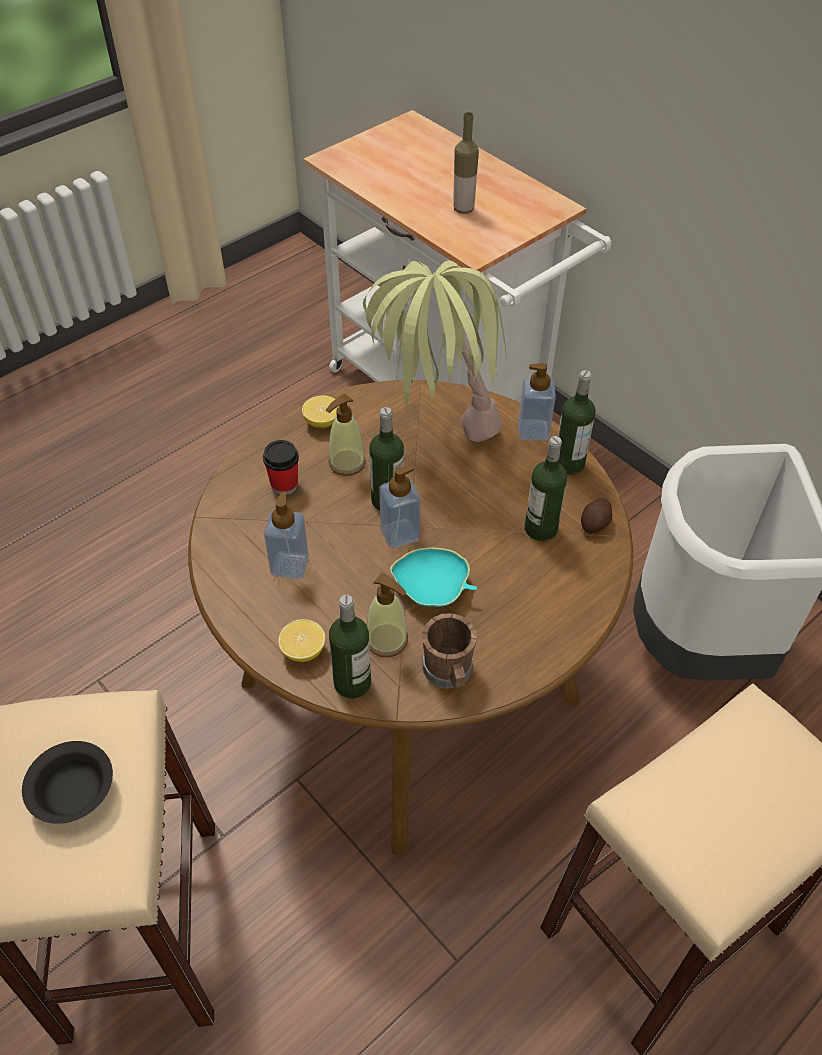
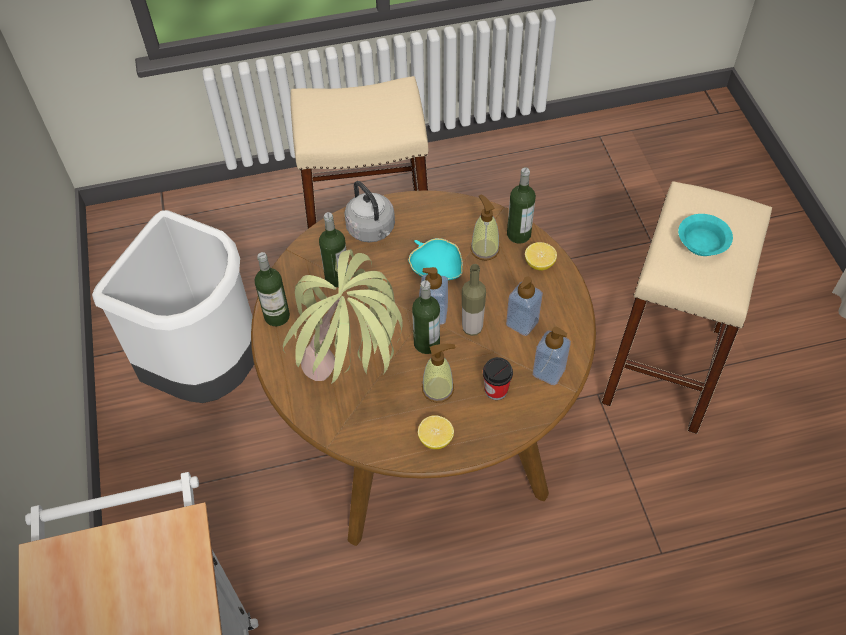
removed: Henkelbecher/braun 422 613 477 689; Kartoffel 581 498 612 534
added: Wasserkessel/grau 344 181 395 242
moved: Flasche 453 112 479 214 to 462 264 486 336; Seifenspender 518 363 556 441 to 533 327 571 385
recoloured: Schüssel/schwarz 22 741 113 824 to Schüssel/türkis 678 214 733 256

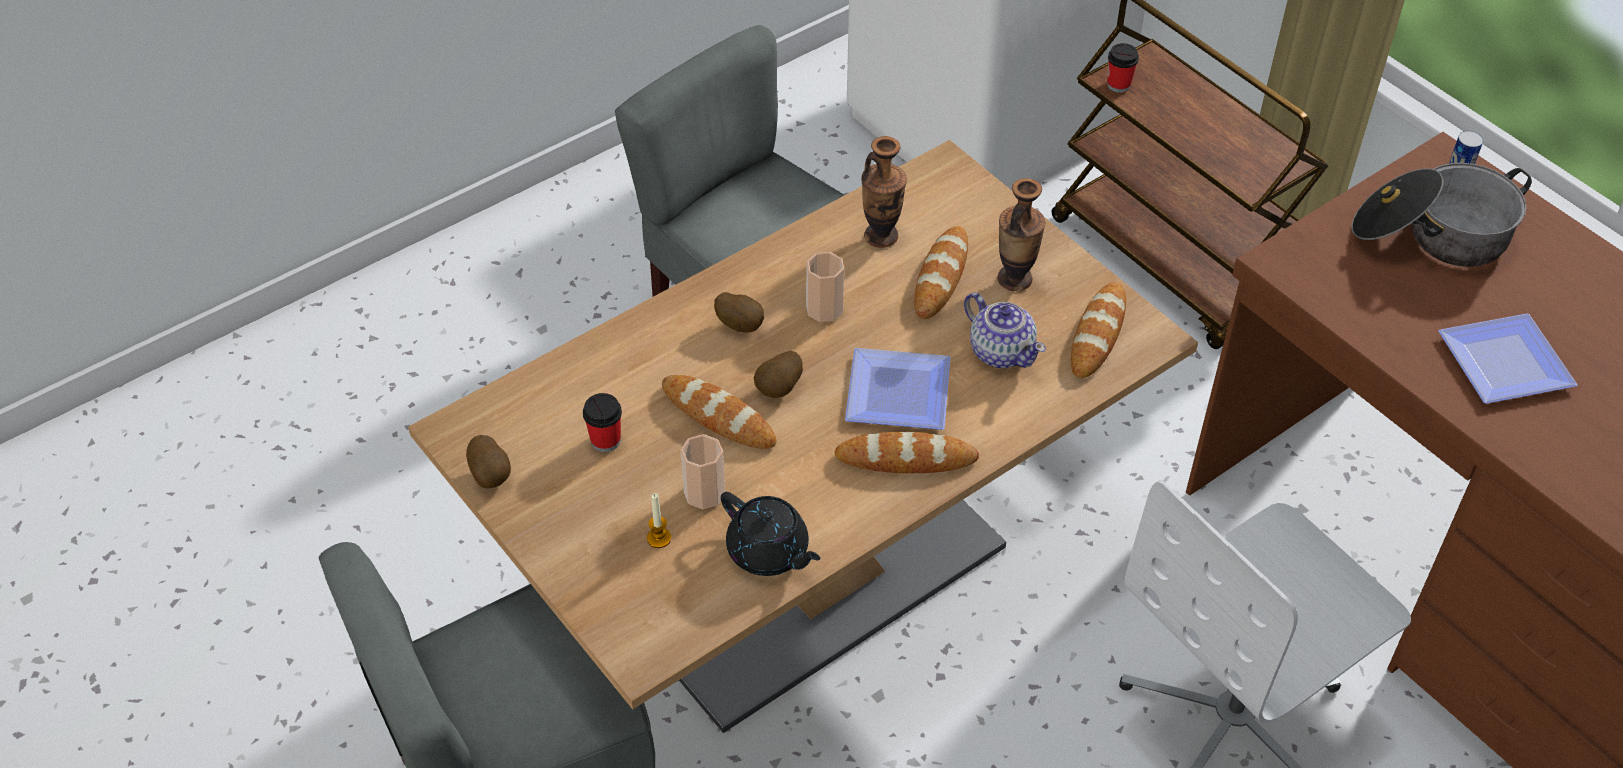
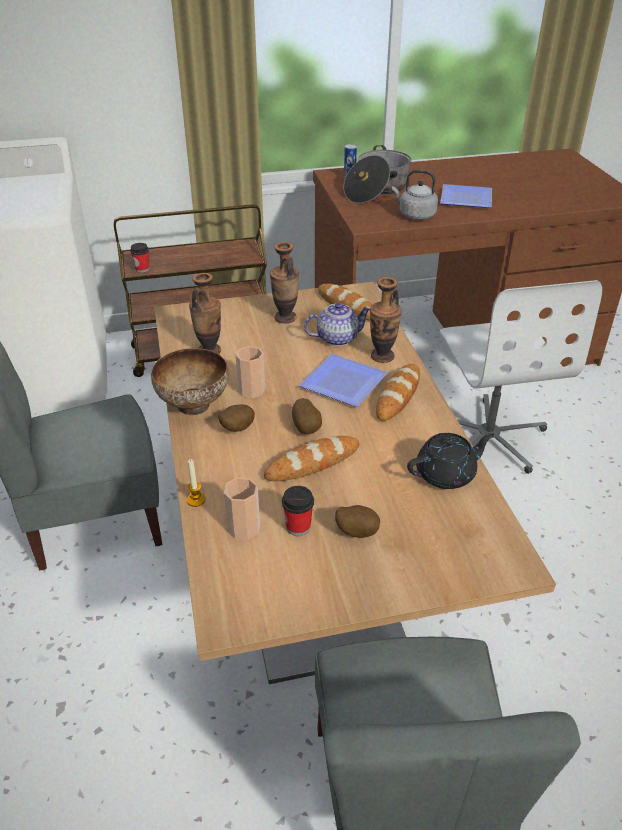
removed: Brot 914 226 968 319
added: Schüssel 151 348 229 415; Vase 370 277 402 363; Wasserkessel/grau 392 170 438 220
moved: Kartoffel 466 435 511 489 to 335 505 380 538; Kerze 647 493 671 548 to 187 459 205 507; Tasse 681 434 725 509 to 223 477 260 540

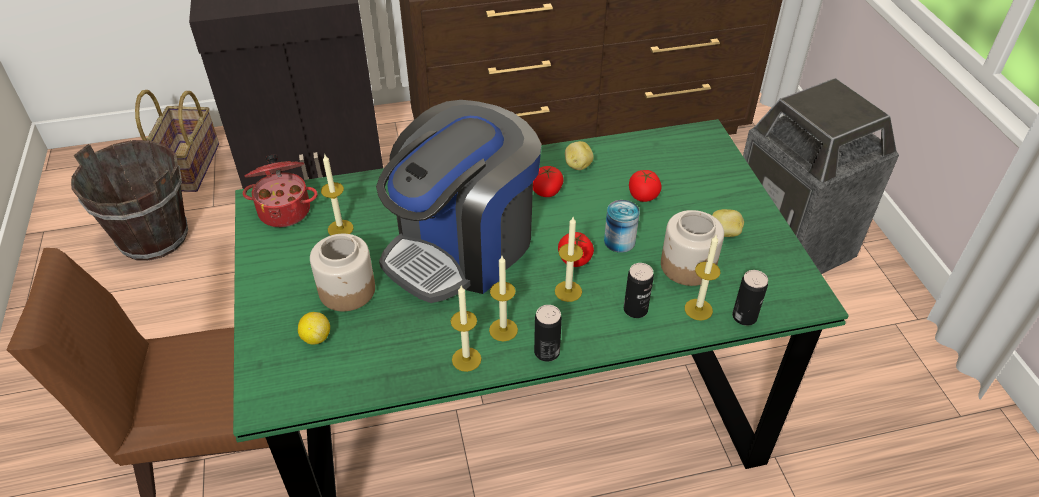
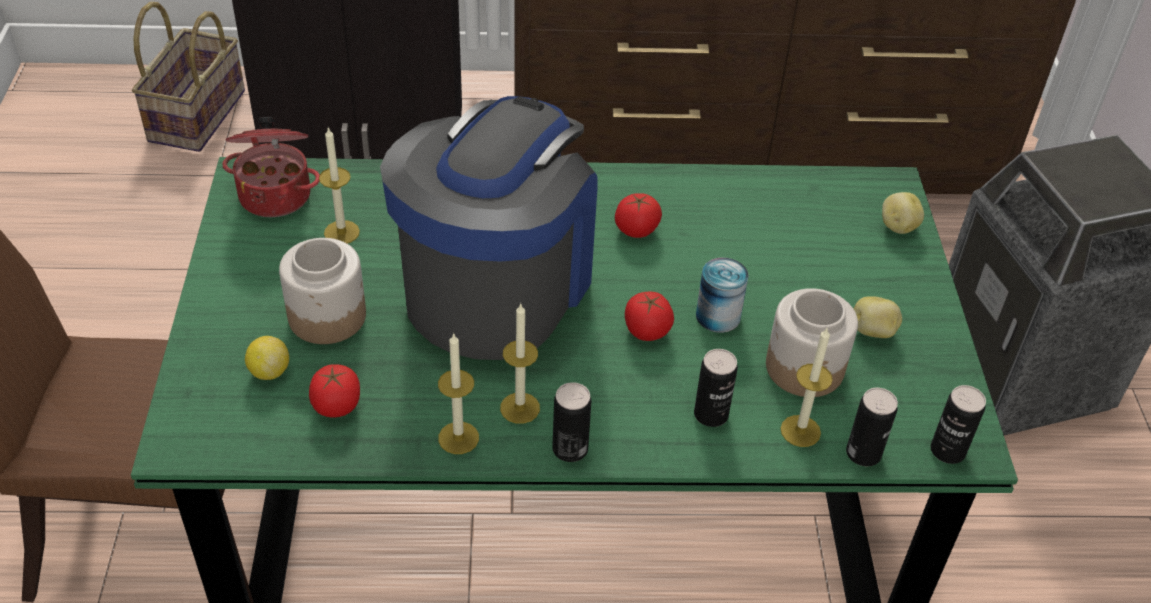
removed: Eimer/braun 71 140 188 261; Kerze 555 217 583 302
added: Dose 931 385 986 464
moved: Kartoffel 565 141 594 170 to 882 192 924 234; Tomate 629 170 662 202 to 309 364 360 417
turned: Kaffeemaschine 376 100 541 303 = 380 96 598 360 150 degrees clockwise

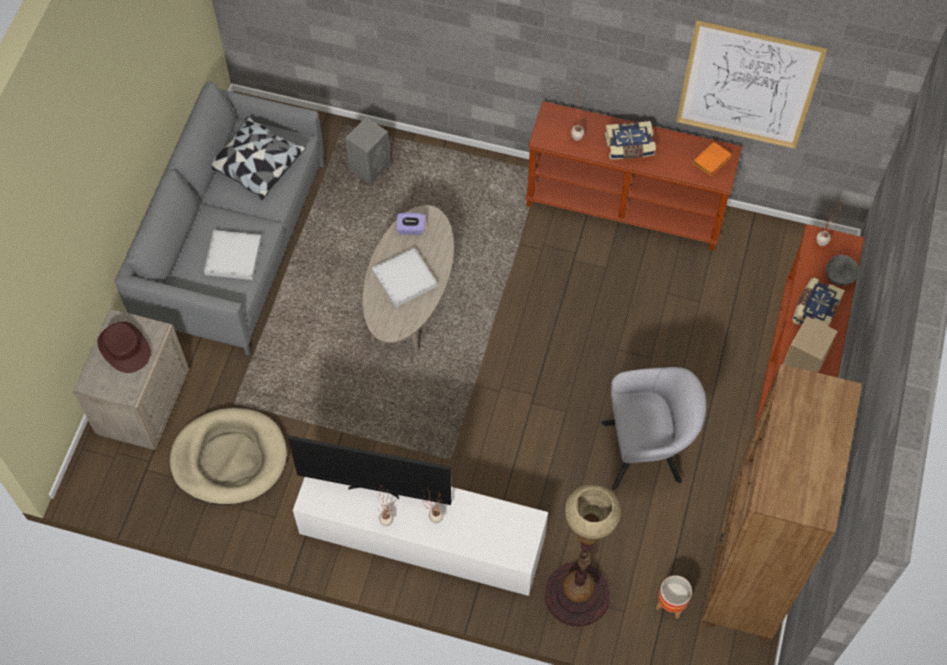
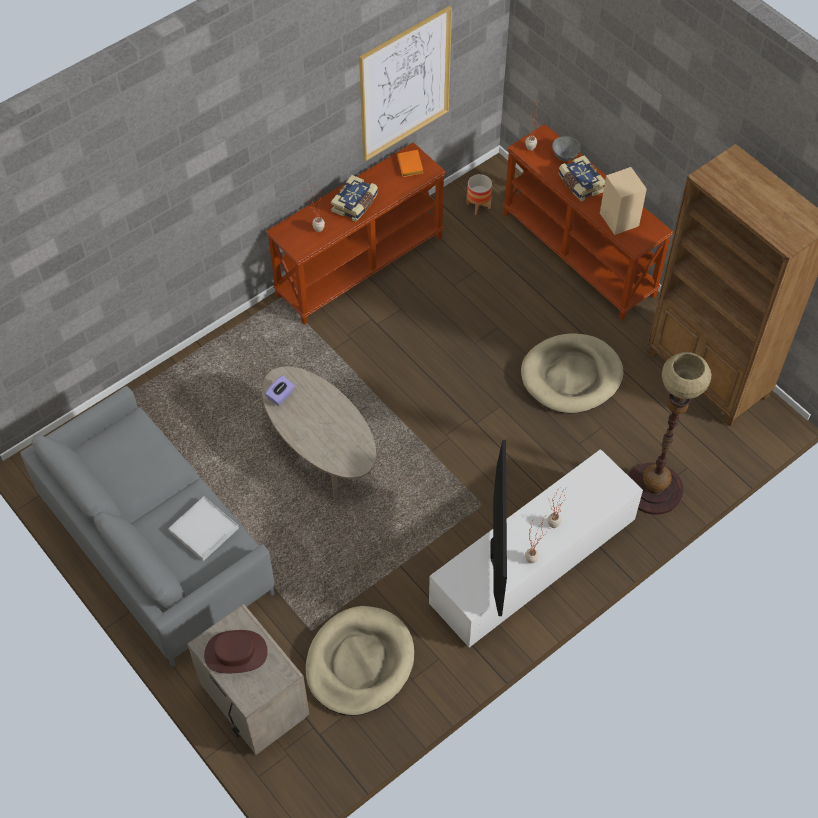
removed: Kissen 212 117 306 200; Lautsprecher/grau 345 117 391 184; Tablett/weiß 372 247 437 308
moved: Pflanzkübel 656 575 692 619 to 466 174 492 215
replaced: Sessel/grau 601 367 706 490 to Hundebett/beige 521 333 624 413
turned: Fernseher 288 435 451 505 = 490 440 507 616 45 degrees counterclockwise

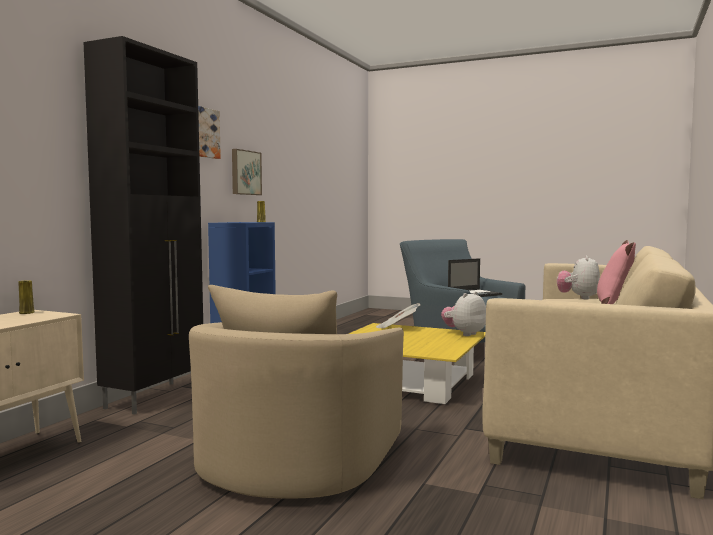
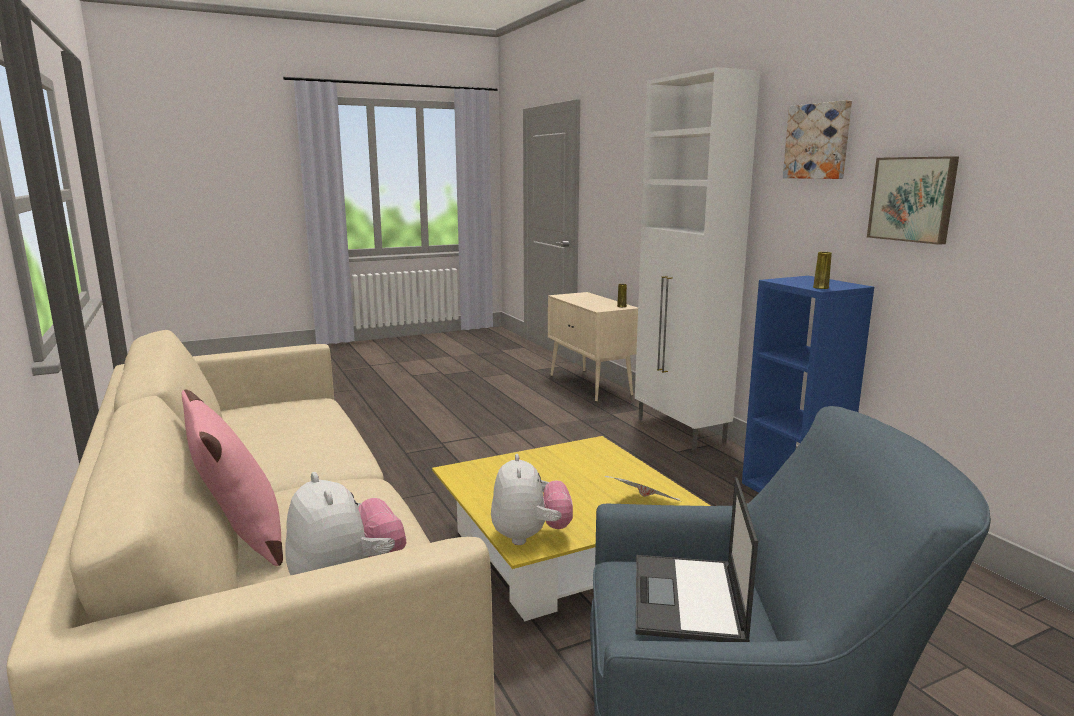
removed: Sessel/beige 189 285 404 498
recoloured: Schrank/schwarz 83 36 203 415 to Schrank/weiß 635 67 760 450

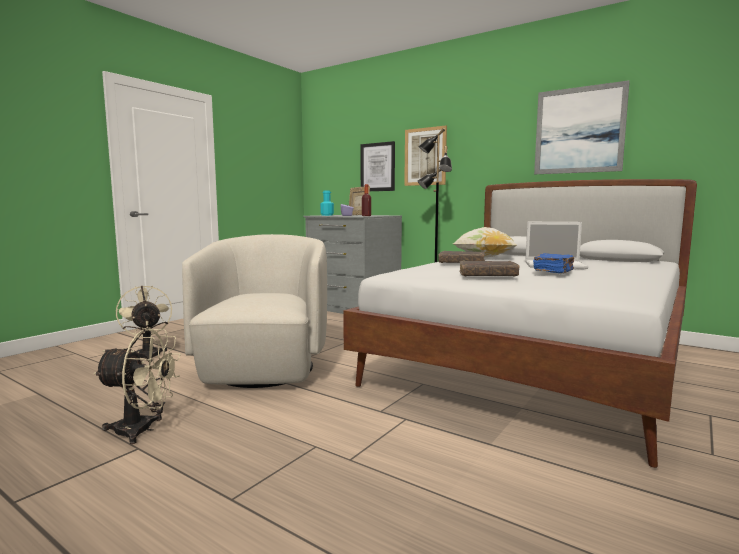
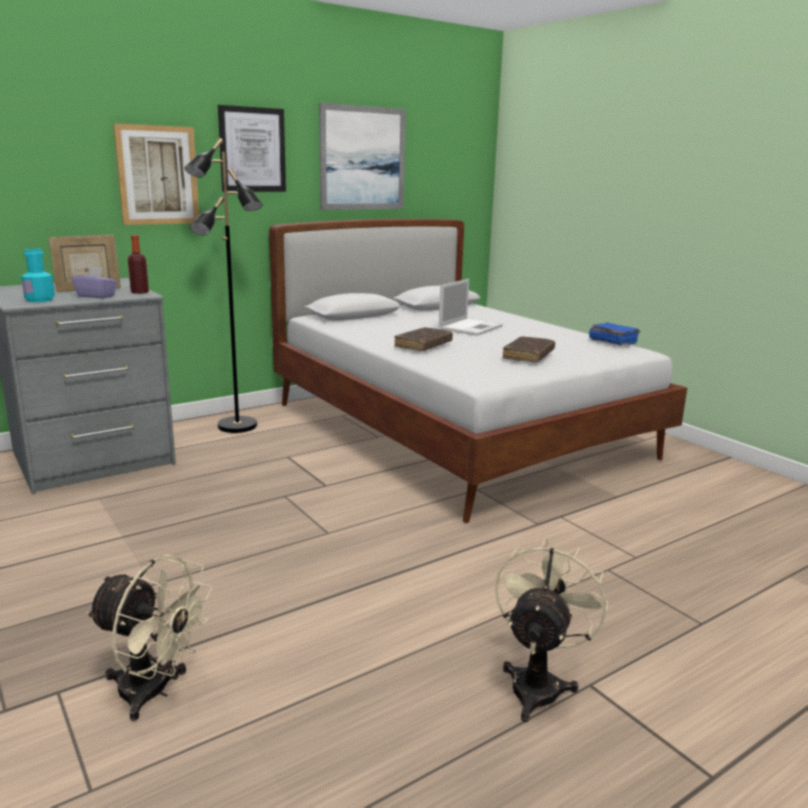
removed: Sessel/beige 182 234 327 388; Kissen 453 227 517 257
moved: Bild 361 141 395 191 to 218 105 286 192; Buch/blau 533 253 574 273 to 589 322 640 346
turned: Ventilator/beige 116 286 172 362 = 86 555 213 721 150 degrees counterclockwise

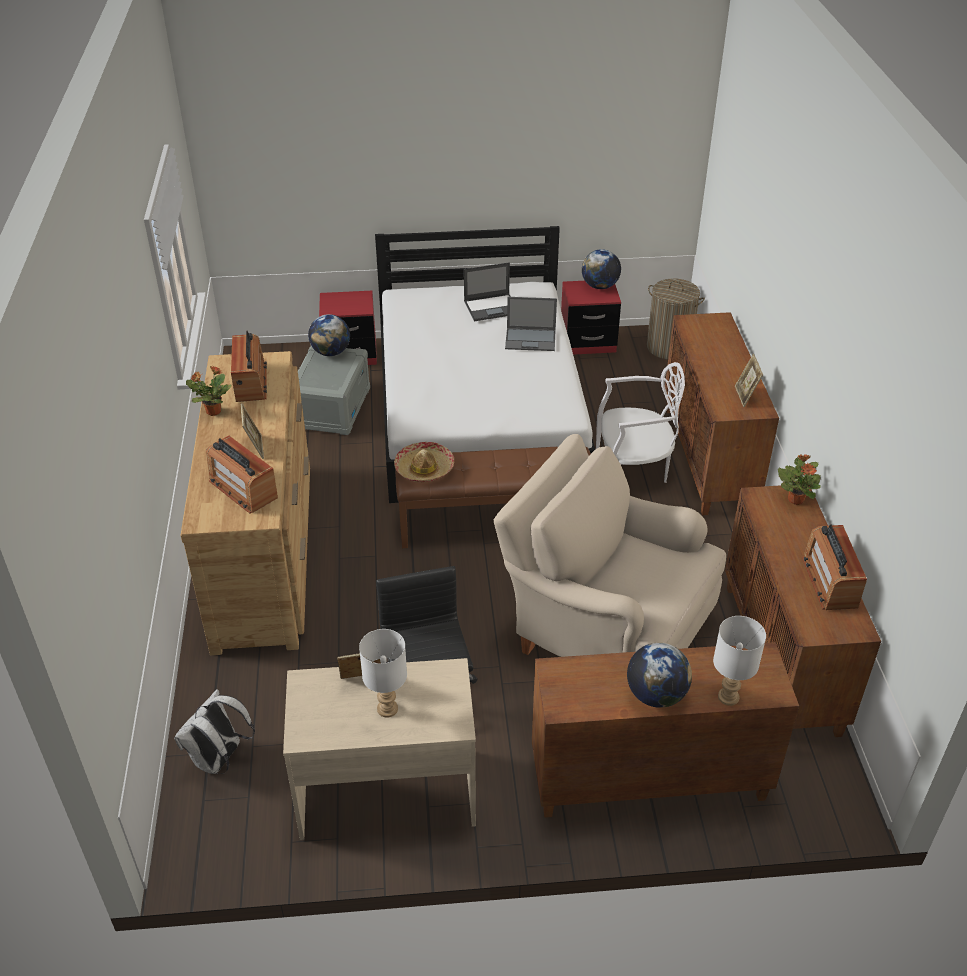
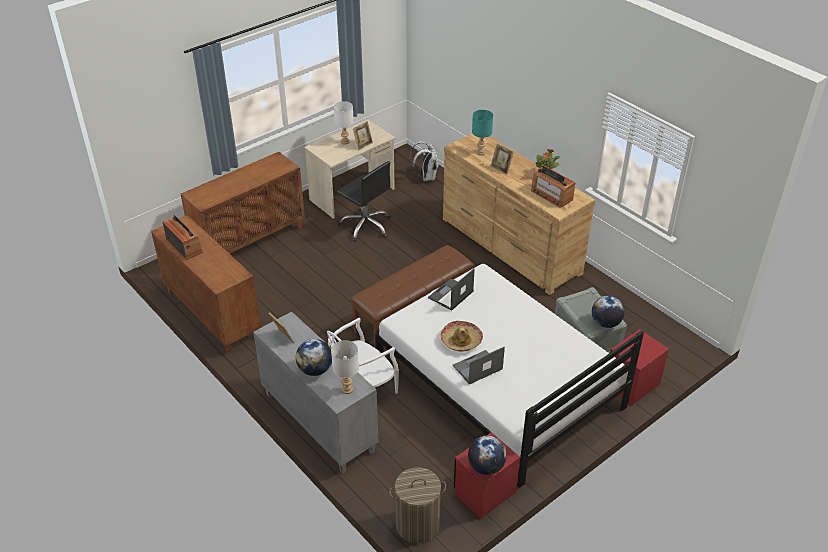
removed: Sessel/beige 494 434 726 657; Topfpflanze 778 454 821 505
moved: Hut 394 442 454 483 to 441 321 483 352; Laptop 464 262 511 321 to 428 268 475 311; Globus 627 642 692 708 to 296 339 332 376; Tischlampe/weiß 713 616 766 706 to 331 340 359 394
replaced: Radio 206 436 278 514 to Tischlampe/türkis 472 110 493 155
recoloured: Schrank/braun 665 312 779 515 to Schrank/grau 253 312 379 473

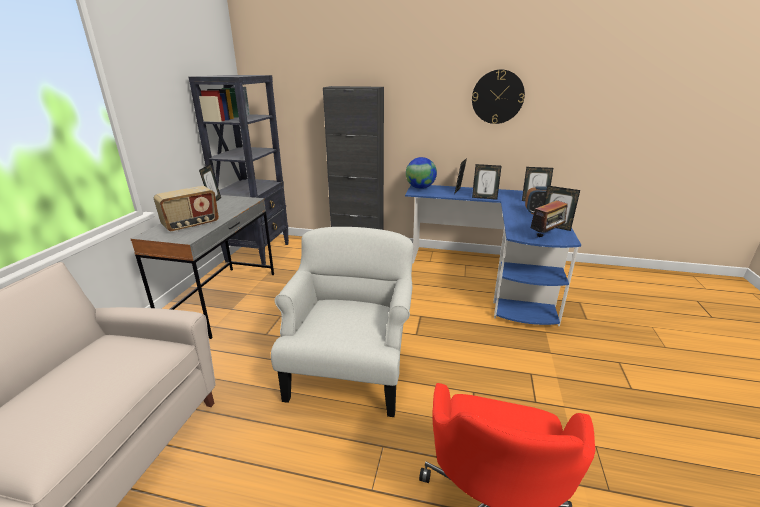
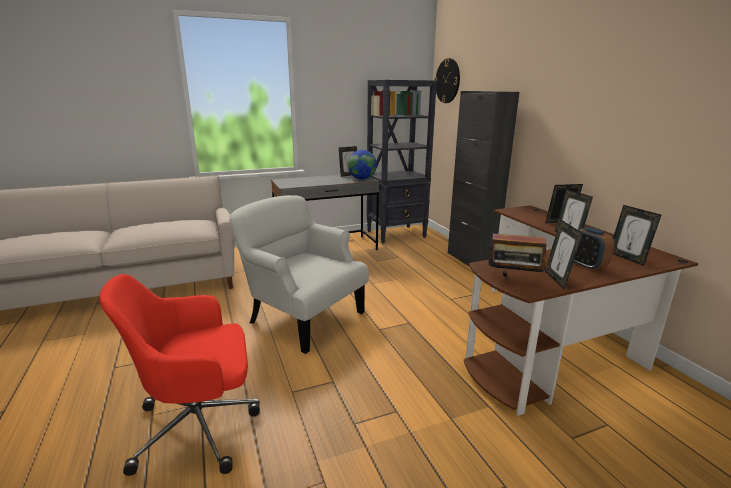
removed: Radio 154 186 219 232
moved: Globus 406 157 437 189 to 348 150 377 180; Wanduhr 472 69 525 124 to 434 58 460 103
recoloured: Schreibtisch/blau 405 185 581 326 to Schreibtisch/braun 464 205 698 416
turned: Sessel/weiß 271 227 413 417 = 229 195 369 354 120 degrees counterclockwise

